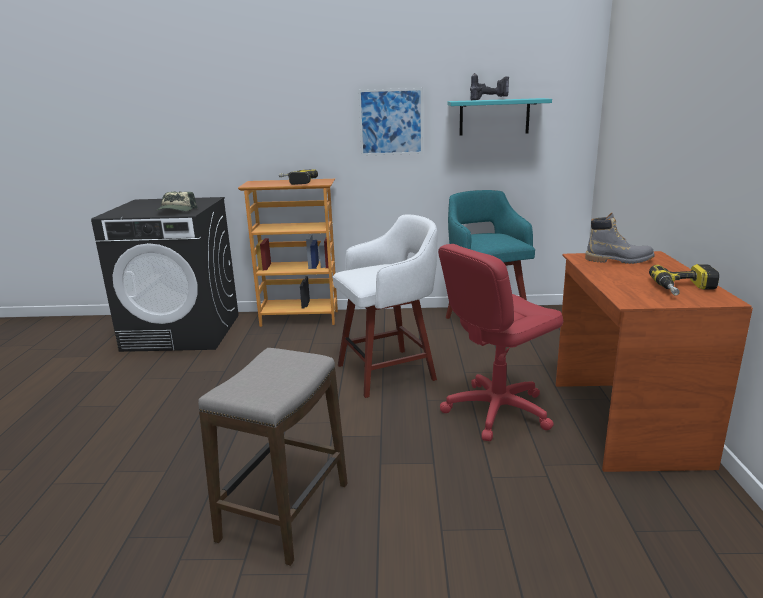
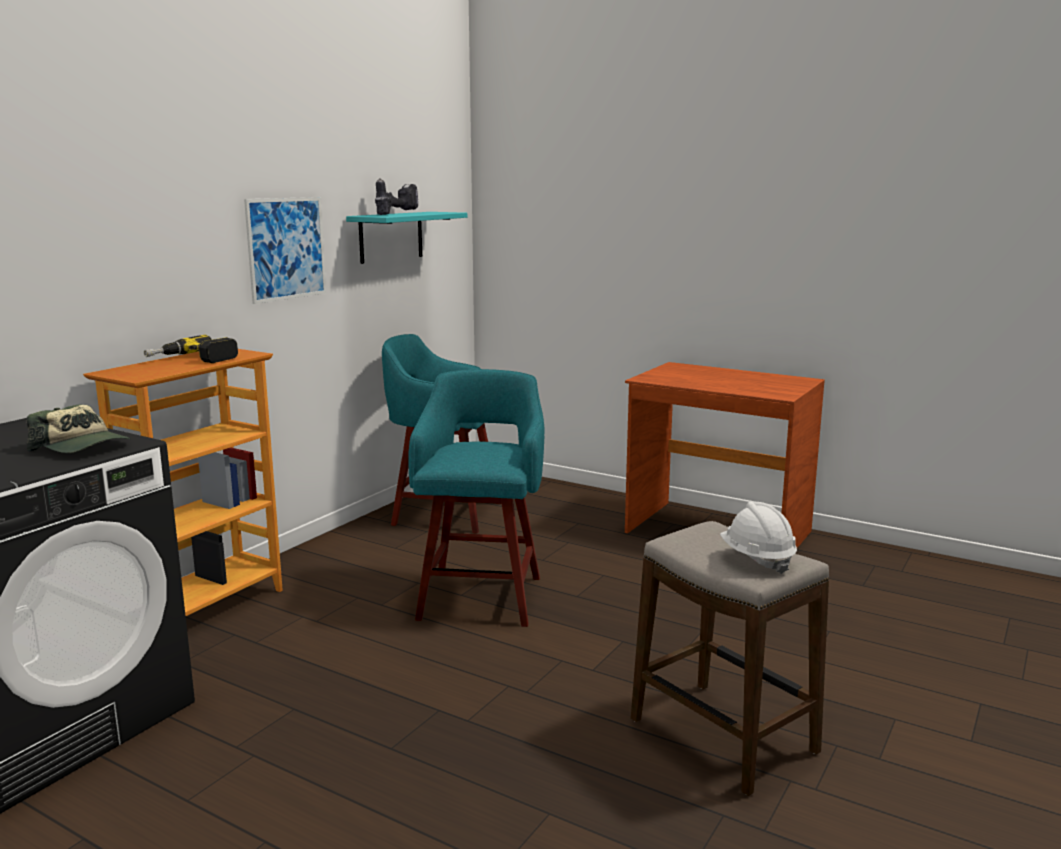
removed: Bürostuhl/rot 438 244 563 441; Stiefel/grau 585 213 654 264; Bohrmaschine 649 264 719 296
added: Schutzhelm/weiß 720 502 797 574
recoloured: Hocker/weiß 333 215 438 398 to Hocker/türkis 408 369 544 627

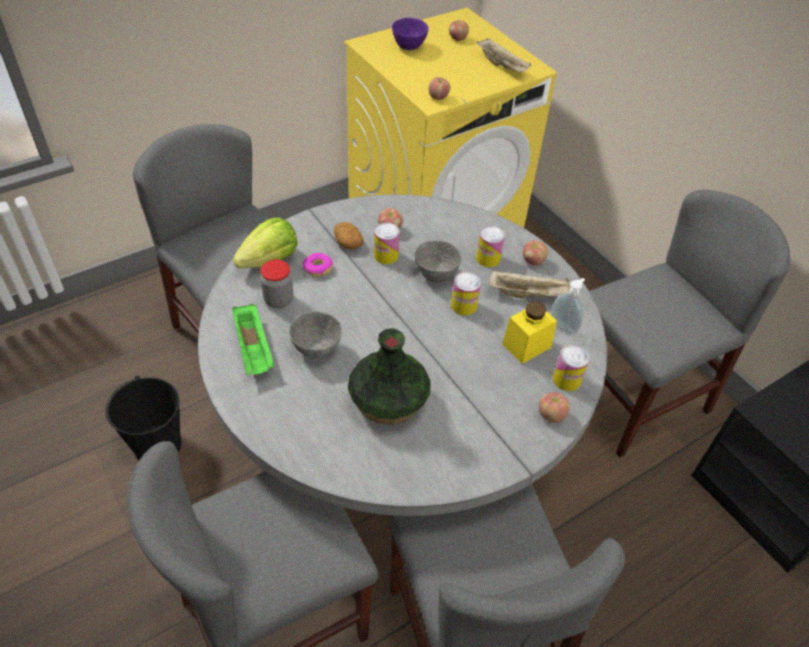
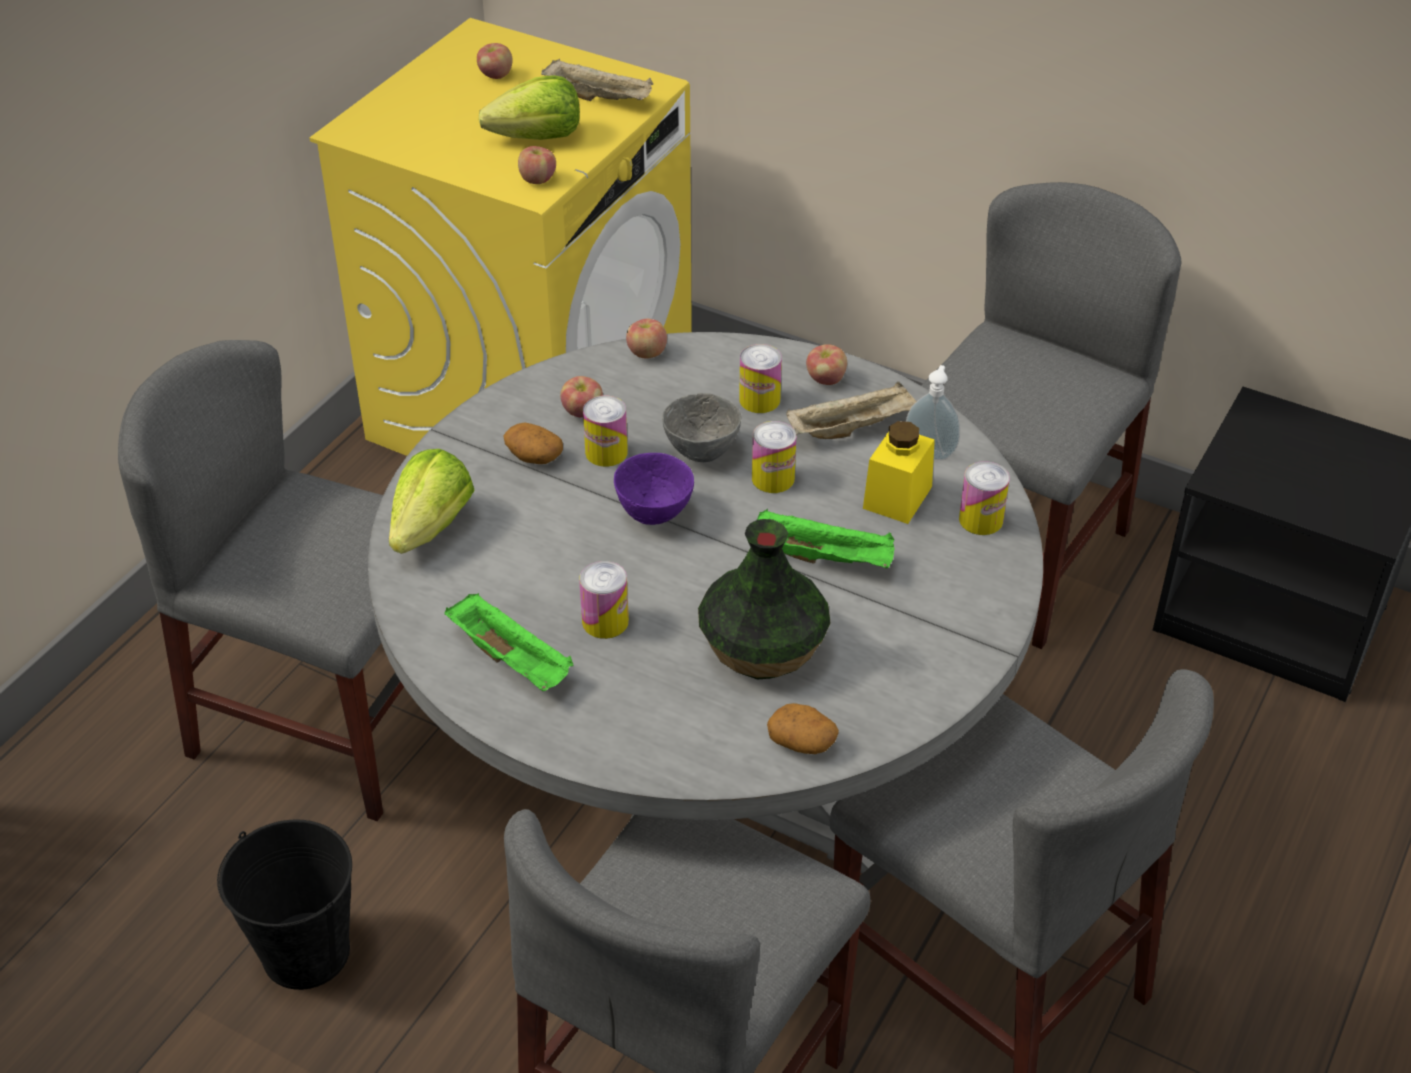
removed: Vorratsglas 260 260 293 308; Donut 303 253 333 277
added: Salatkopf 478 75 580 140; Tablett/grün 757 509 894 568; Kartoffel 767 703 839 754
moved: Schüssel/lila 392 18 429 50 to 614 453 694 525; Apfel 539 392 569 423 to 626 318 667 359
replaced: Schüssel/grau 289 311 342 359 to Dose 579 561 629 639

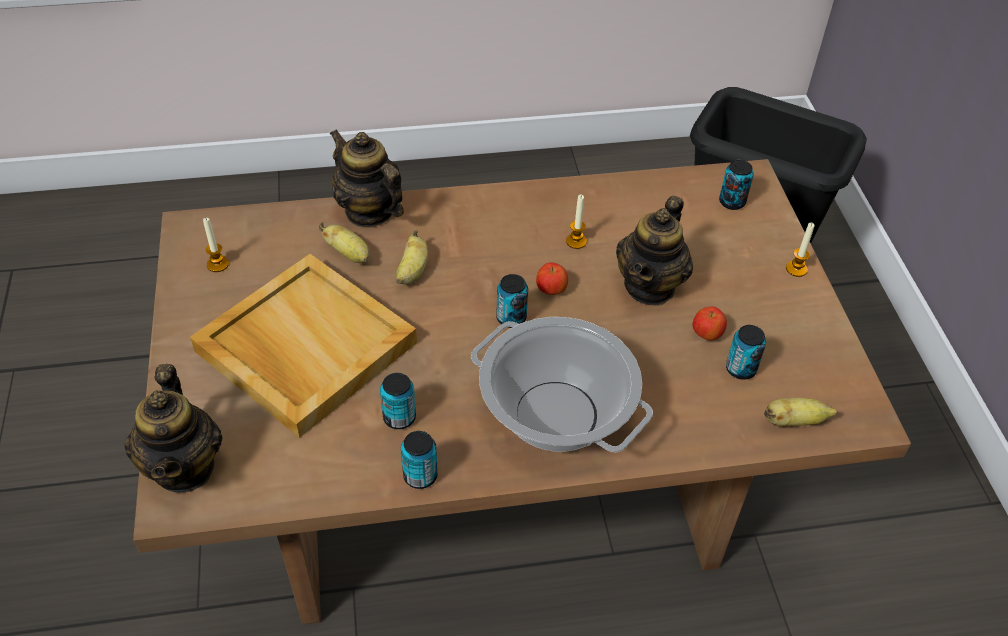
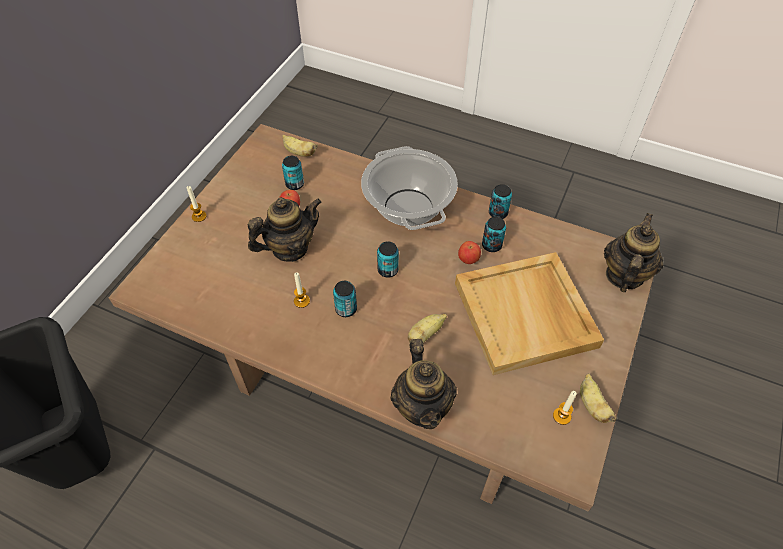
moved: Banane 319 222 369 263 to 580 373 617 423; Apfel 536 262 568 295 to 458 241 481 264; Dose 719 160 754 210 to 333 281 357 317

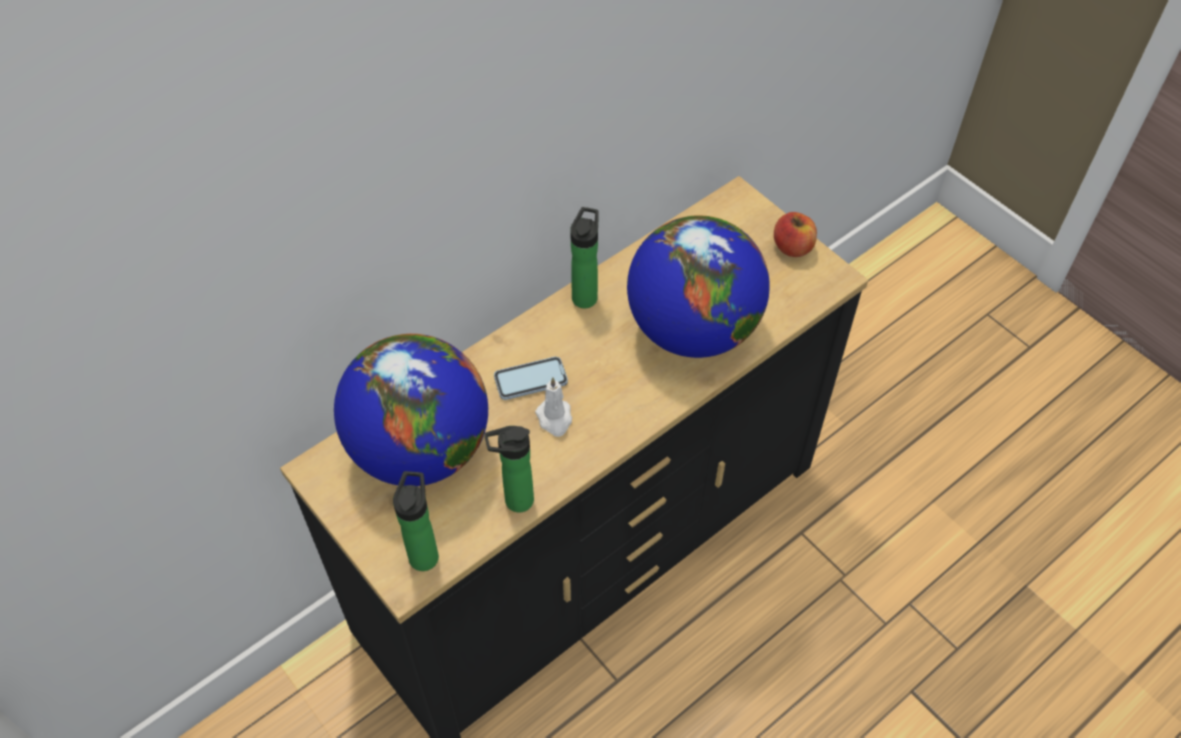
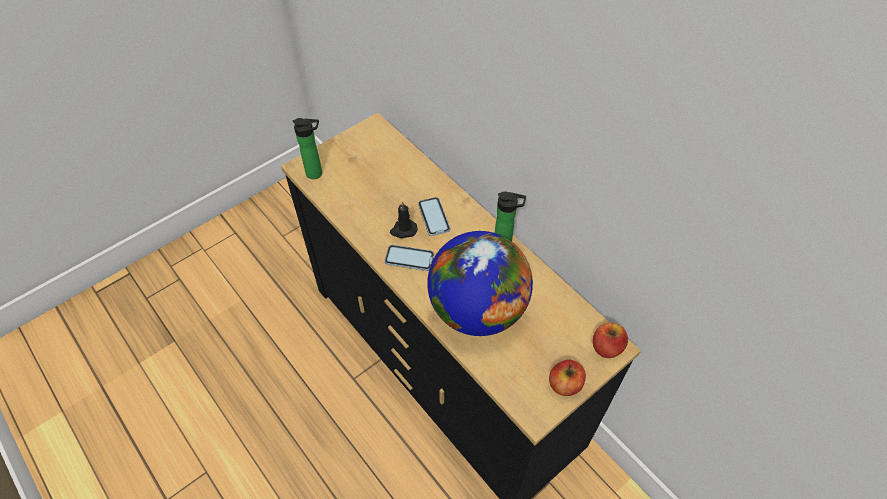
removed: Globus 334 334 488 486; Flasche 485 426 534 513
added: Handy 385 245 434 271; Apfel 593 323 628 358
recoloured: Kerze/weiß 535 377 572 437 to Kerze/schwarz 390 201 417 238

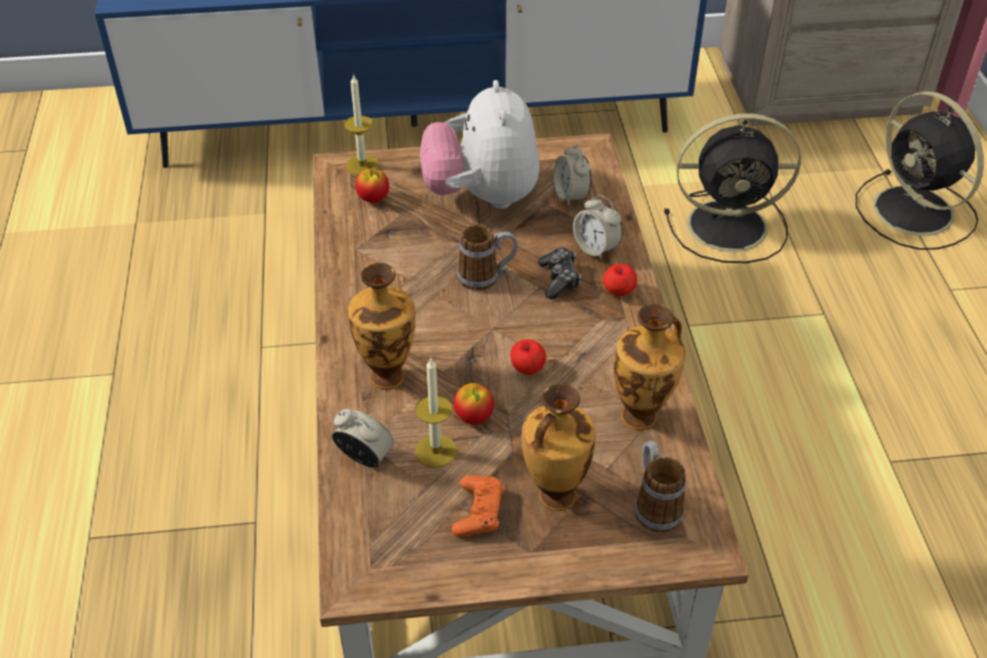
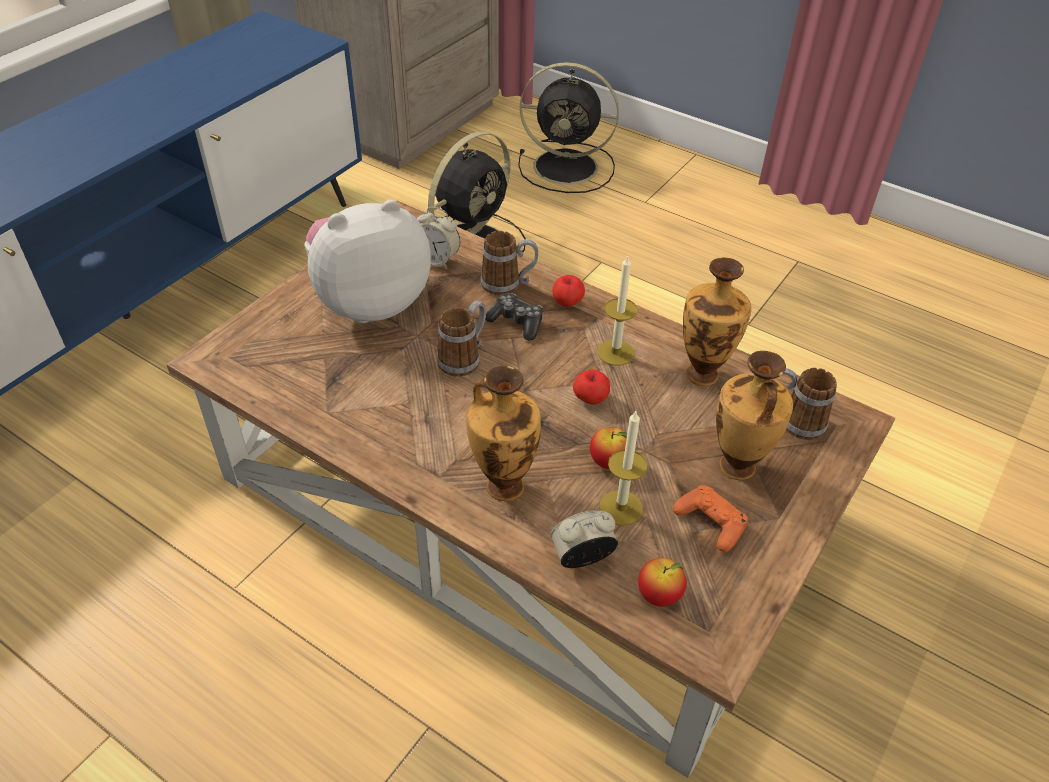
moved: Kerze 344 74 379 175 to 597 256 638 366; Apfel 355 169 389 203 to 638 558 687 607
replaced: Wecker 573 195 623 260 to Henkelbecher 480 231 538 295
turned: Plüschtier 420 80 540 209 = 304 200 431 323 120 degrees clockwise

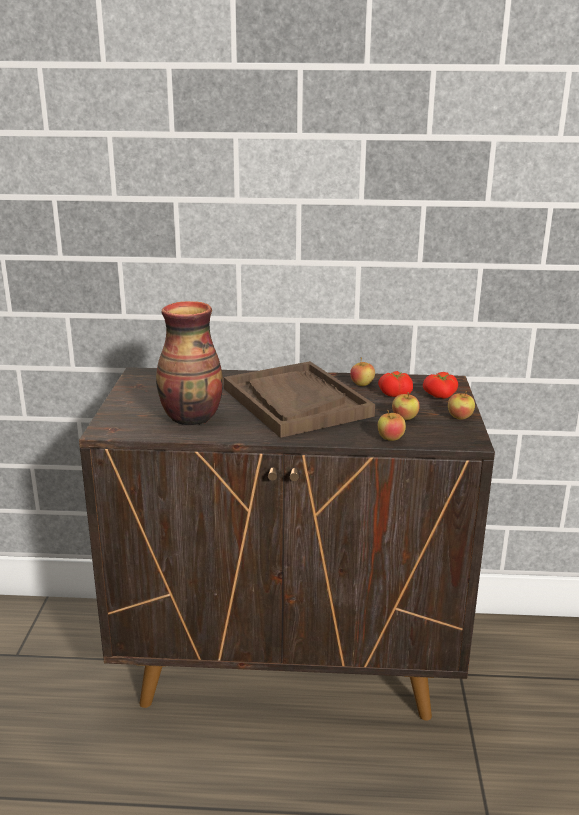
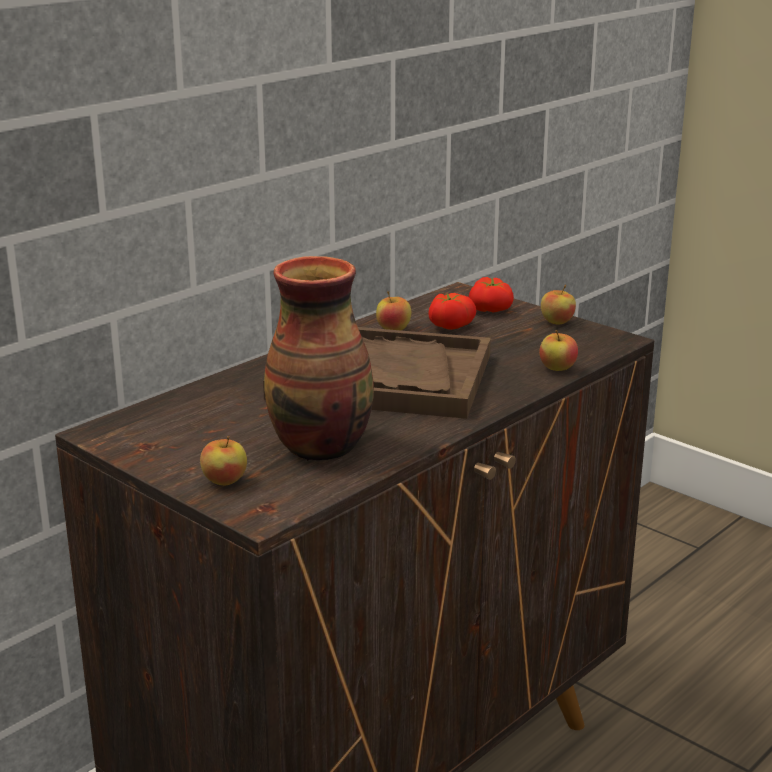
moved: Apfel 392 392 420 420 to 200 435 247 485

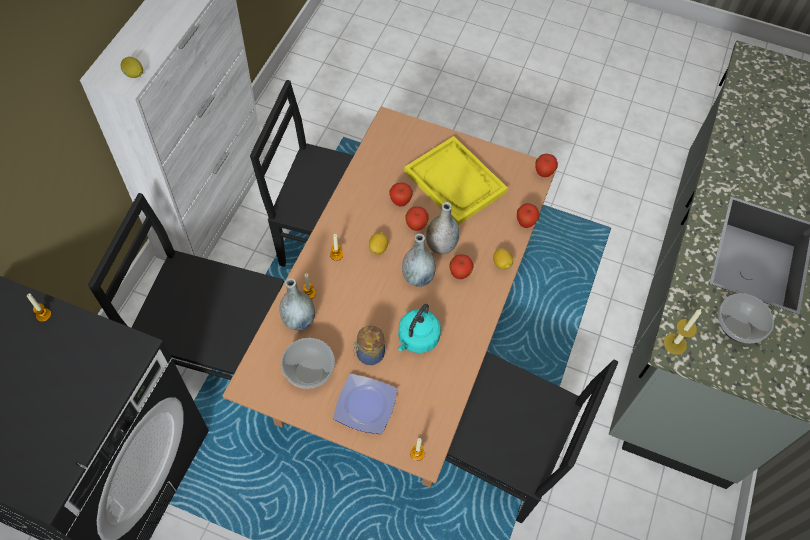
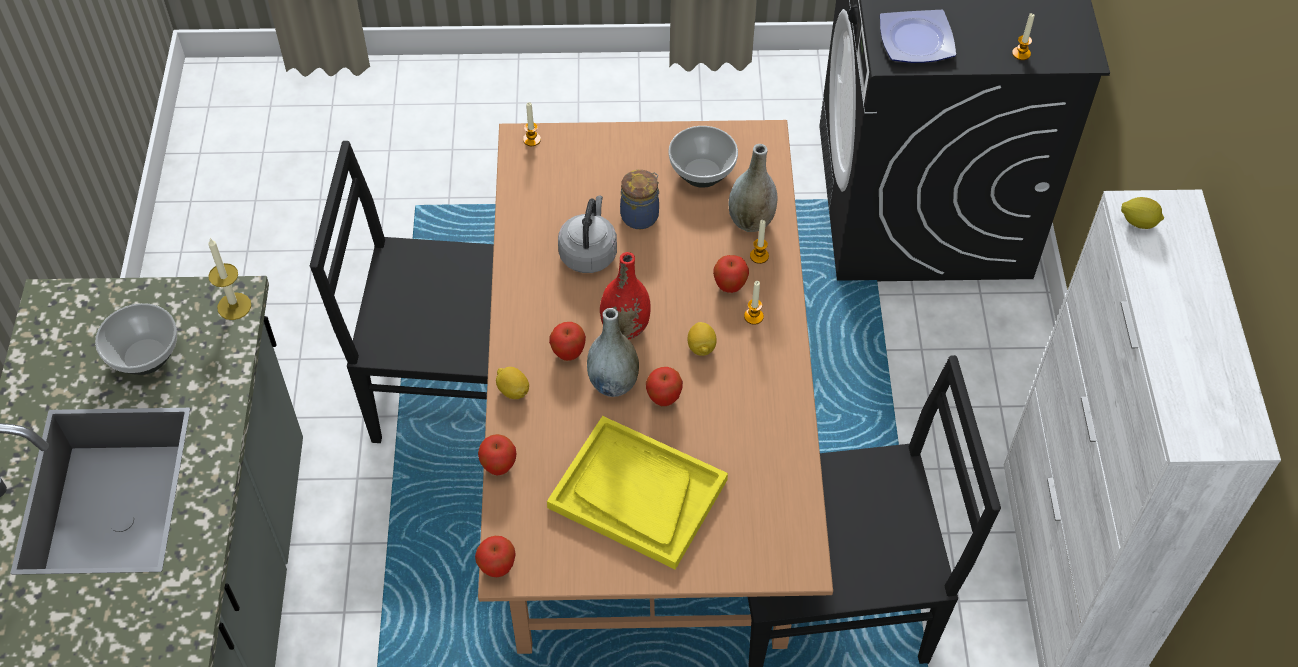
removed: Stuhl/schwarz 88 193 284 380
moved: Teller 333 374 397 434 to 880 10 956 63; Apfel 389 183 413 207 to 713 255 749 293
recoloured: Wasserkessel/türkis 398 304 441 353 to Wasserkessel/grau 558 196 617 273; Vase/grau 402 233 436 287 to Vase/rot 600 252 651 339

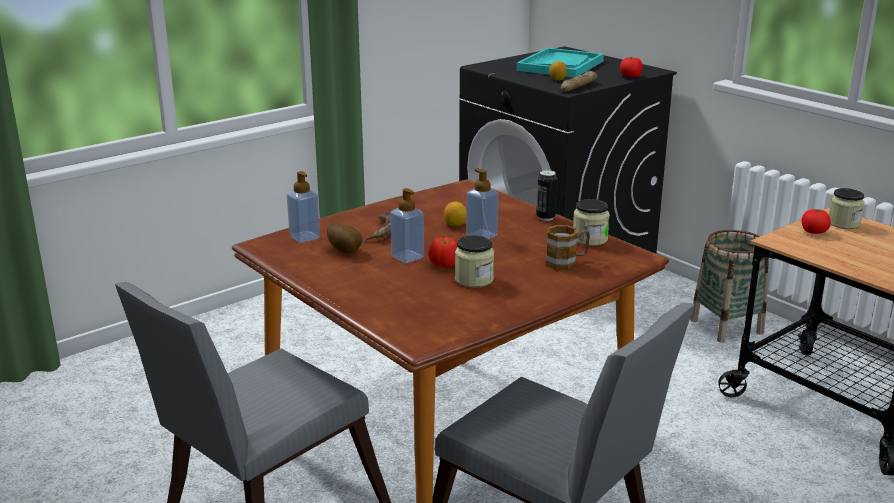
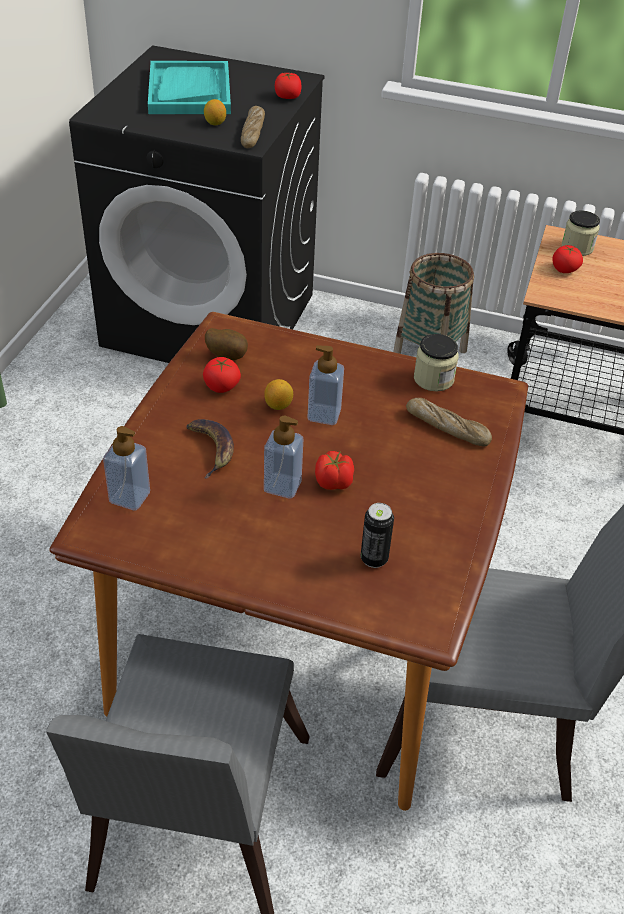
removed: Vorratsglas 455 235 494 288
added: Tomate 203 357 241 393
moved: Kartoffel 327 222 362 253 to 205 328 248 361; Dose 536 170 557 221 to 361 503 394 568
replaced: Henkelbecher 546 225 590 270 to Brot 406 398 492 446

